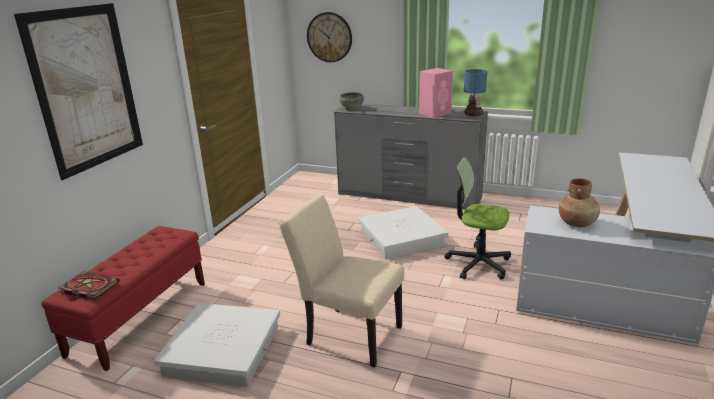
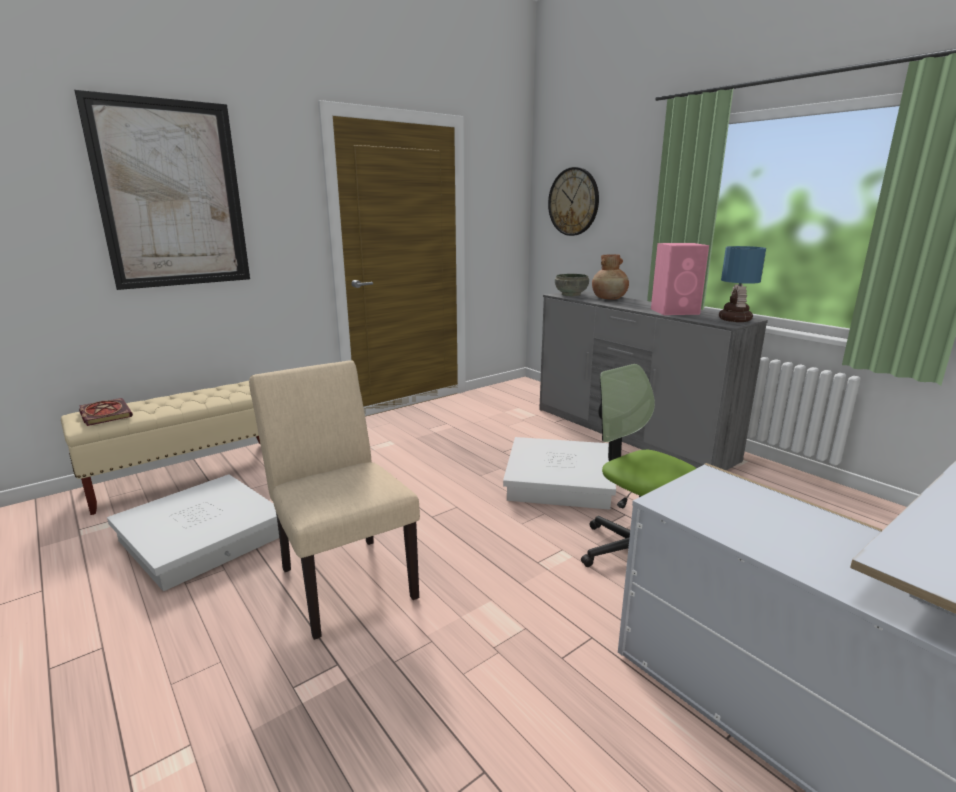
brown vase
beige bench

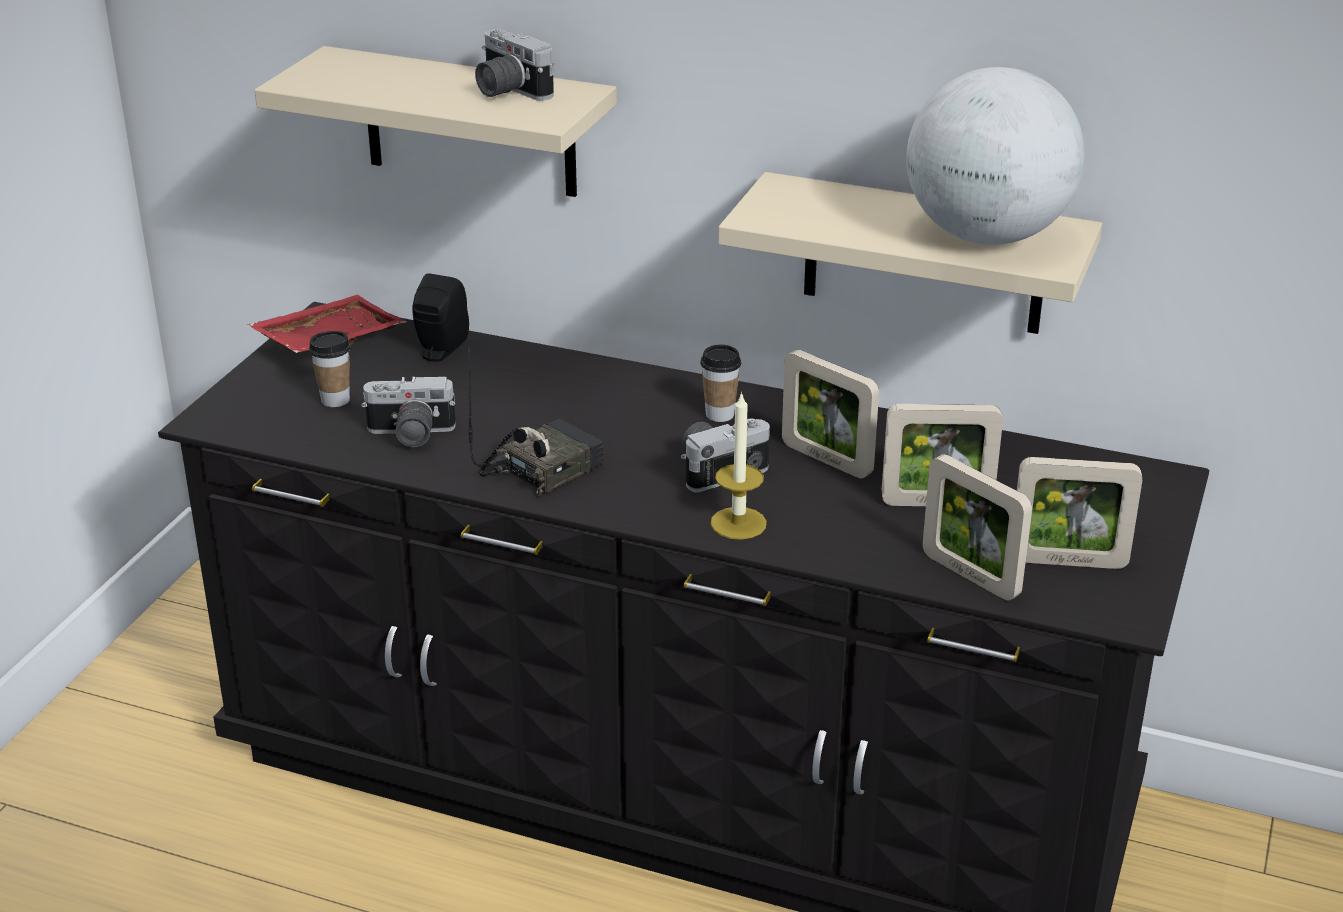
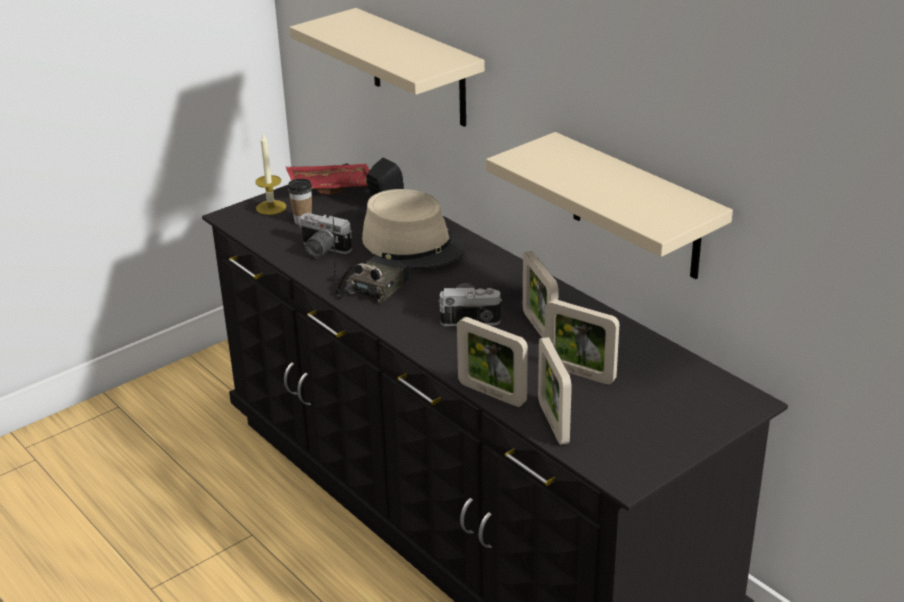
photo camera (no. 2 from left in the first image)
cup (no. 2 from left in the first image)
globe
beige hat
candle
picture frame (no. 1 from left)
radio

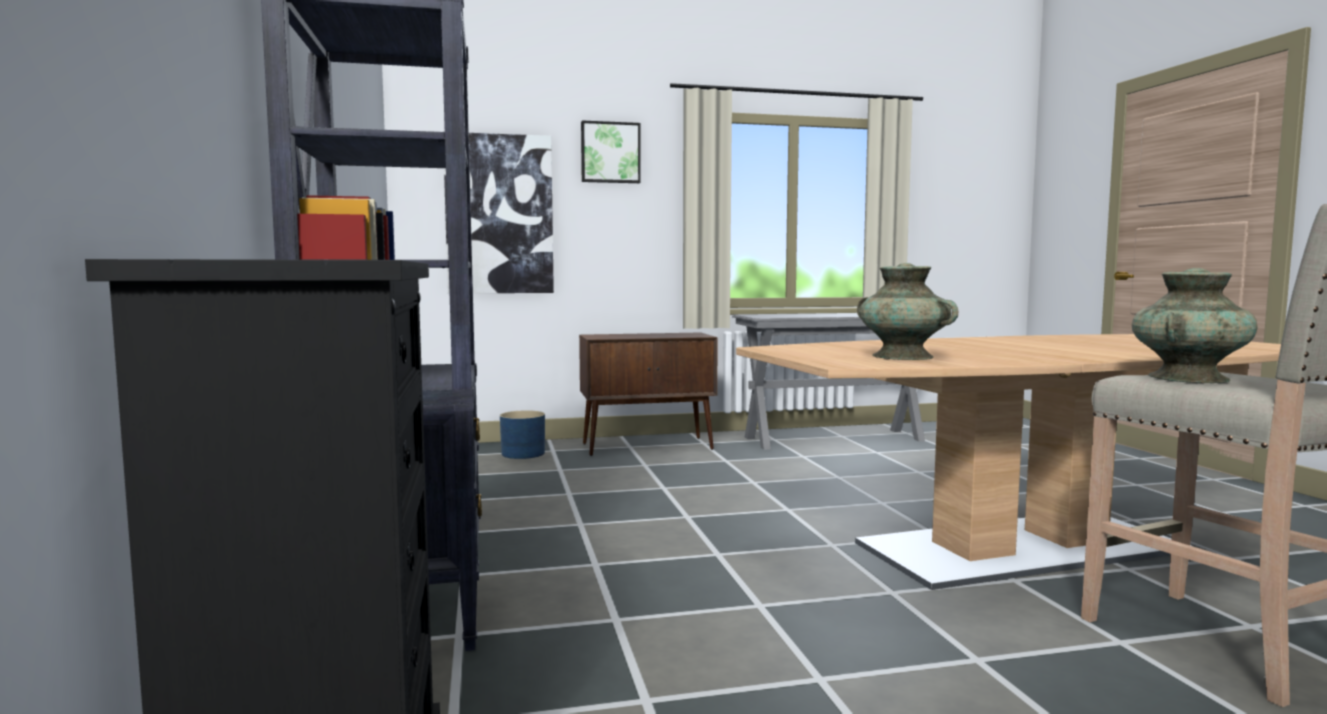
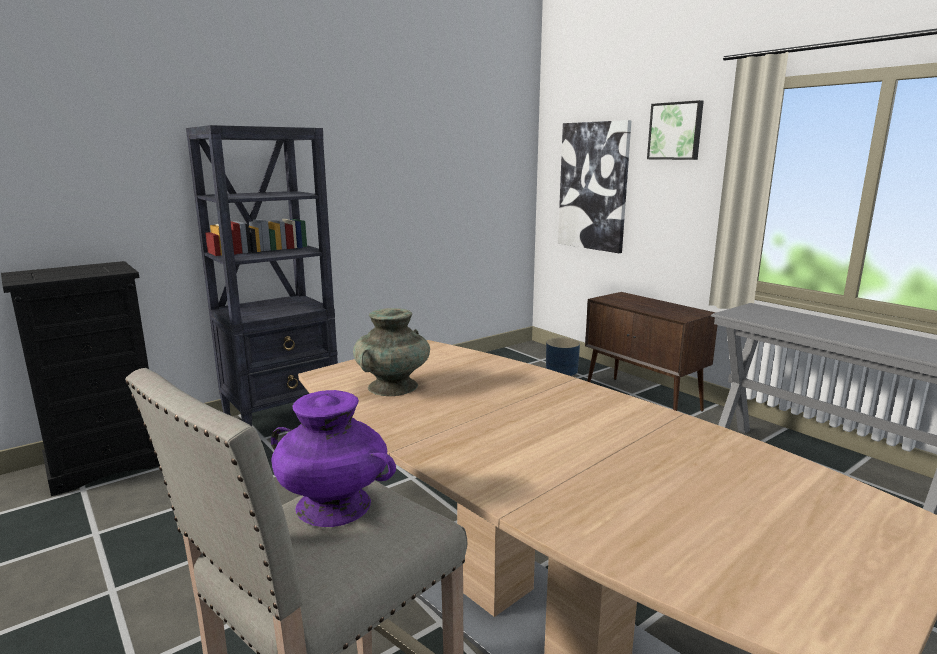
purple vase

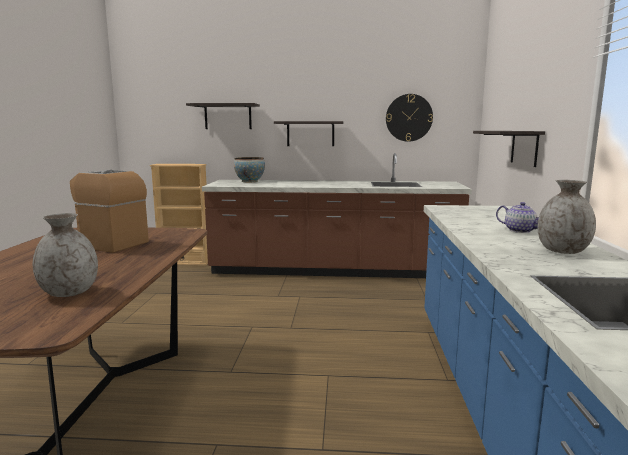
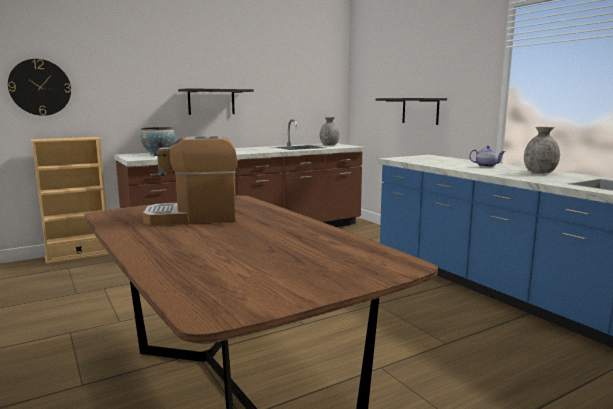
shelf (no. 1 from left in the first image)
grey vase (no. 1 from left)
wall clock

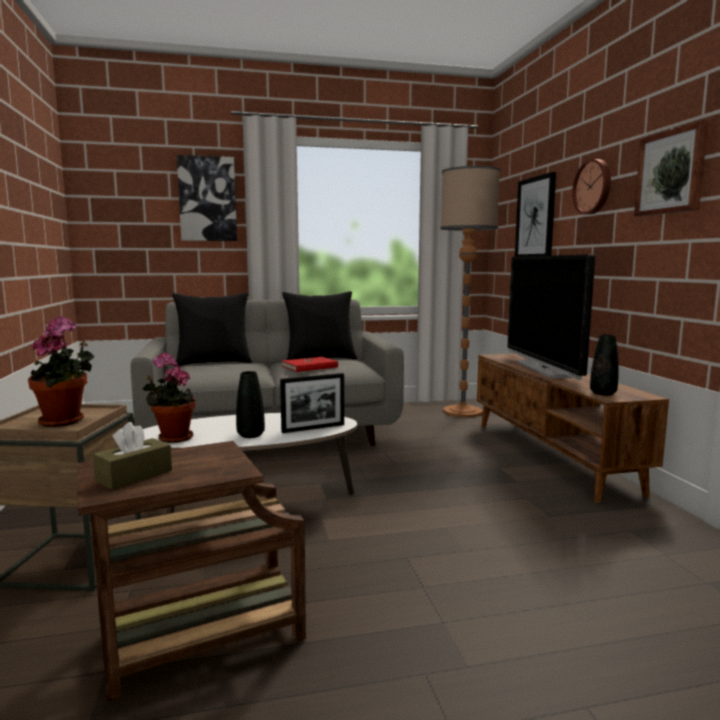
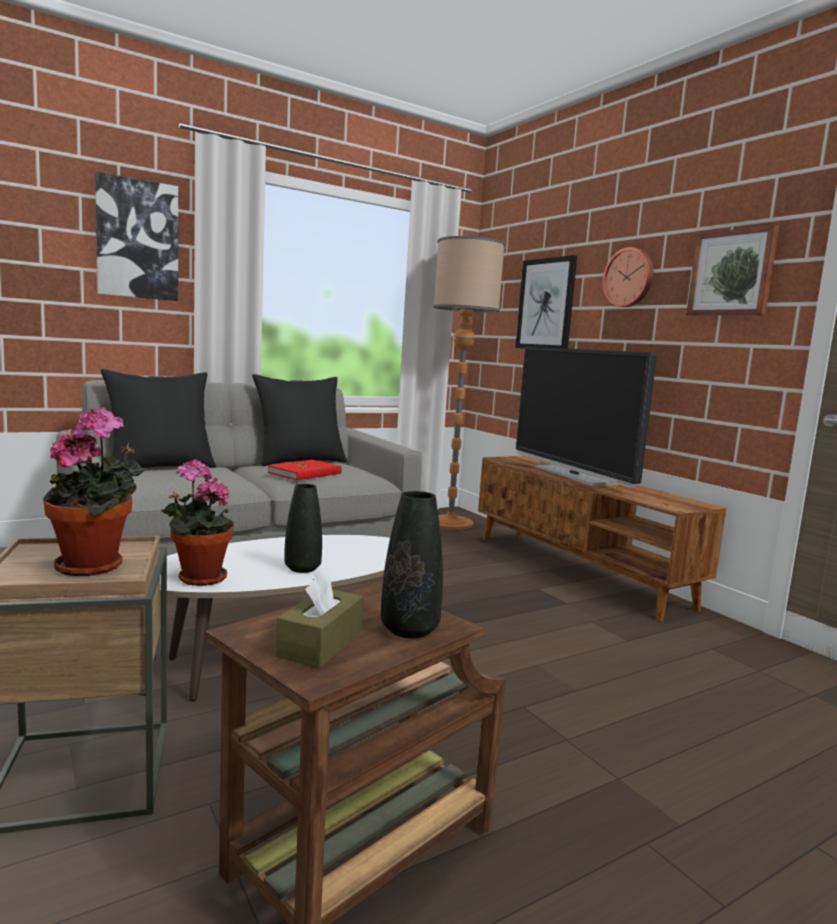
picture frame
black vase (no. 2 from left)

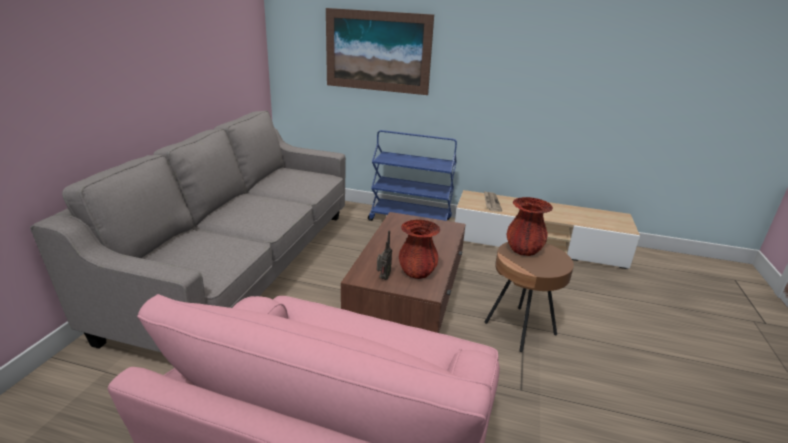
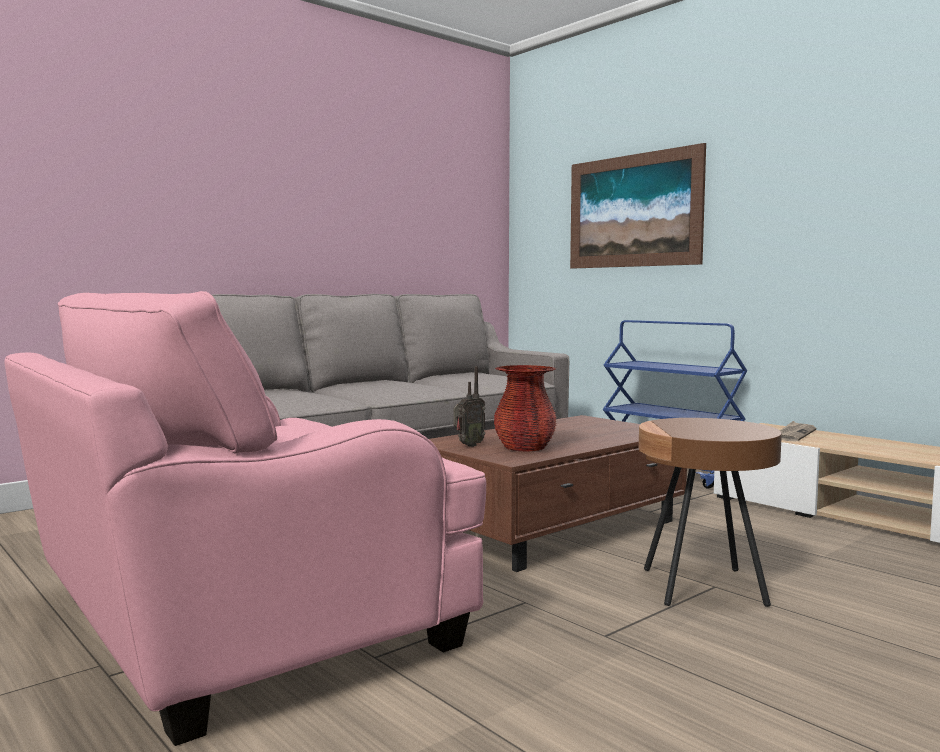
red vase (no. 2 from left in the first image)

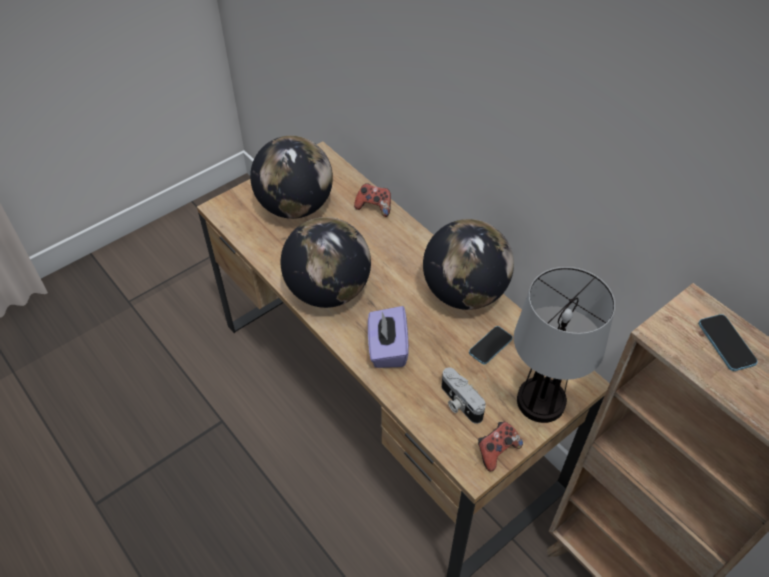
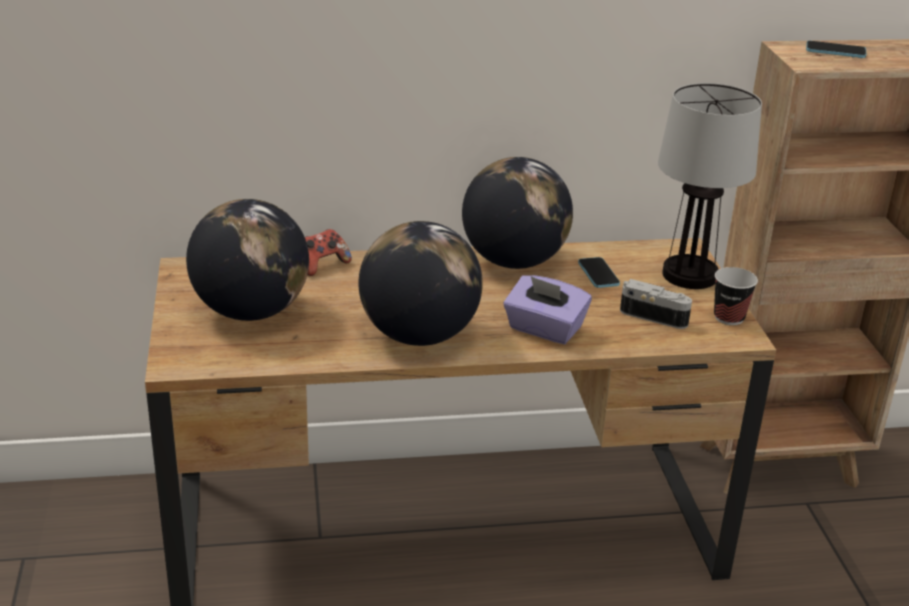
cup
photo camera

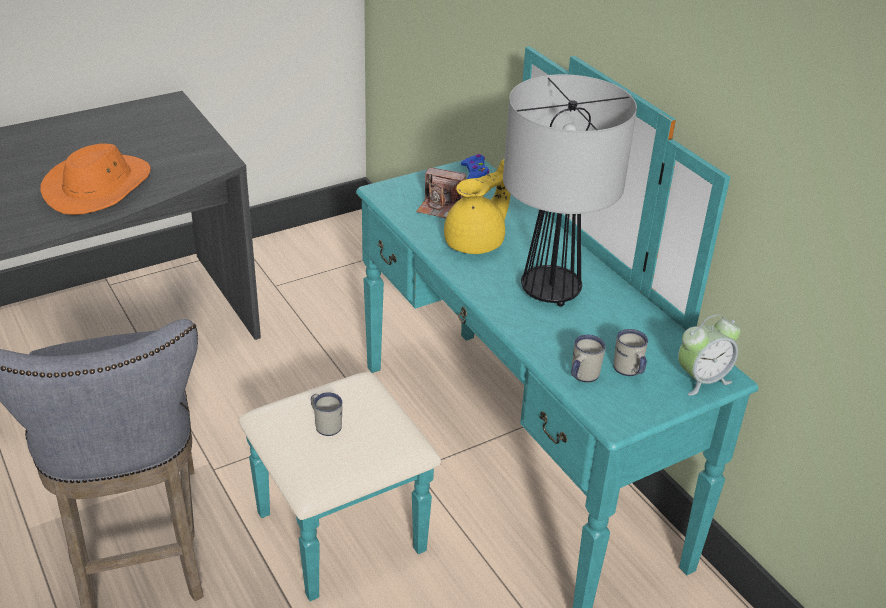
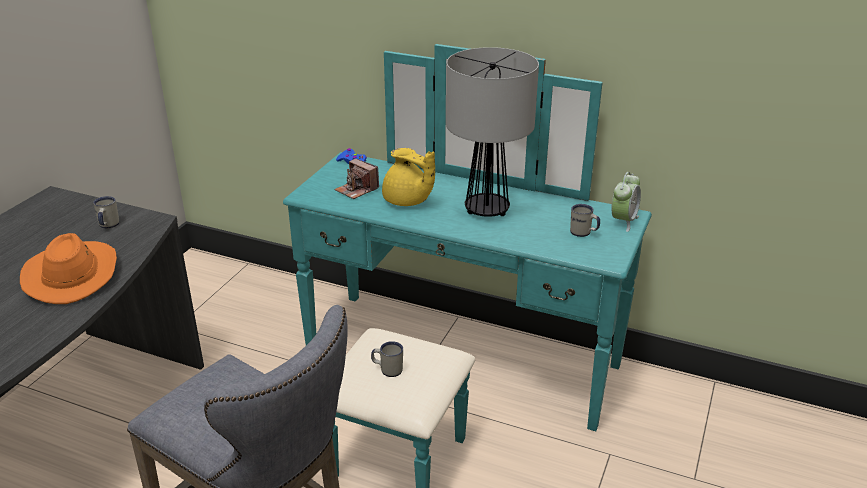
white mug (no. 1 from left)
photo camera
yellow teapot

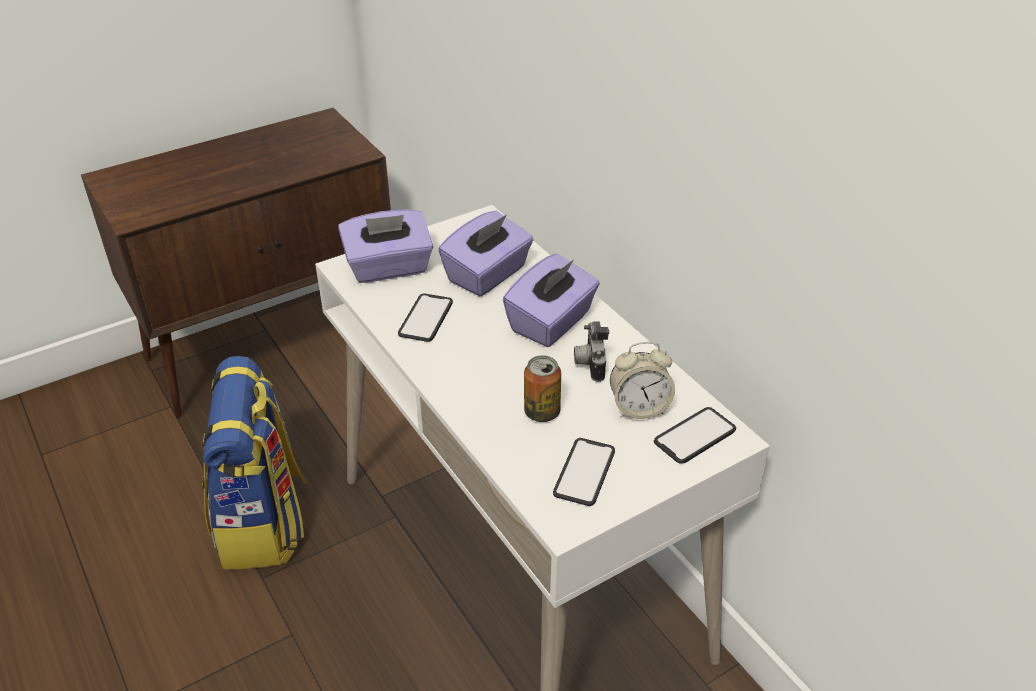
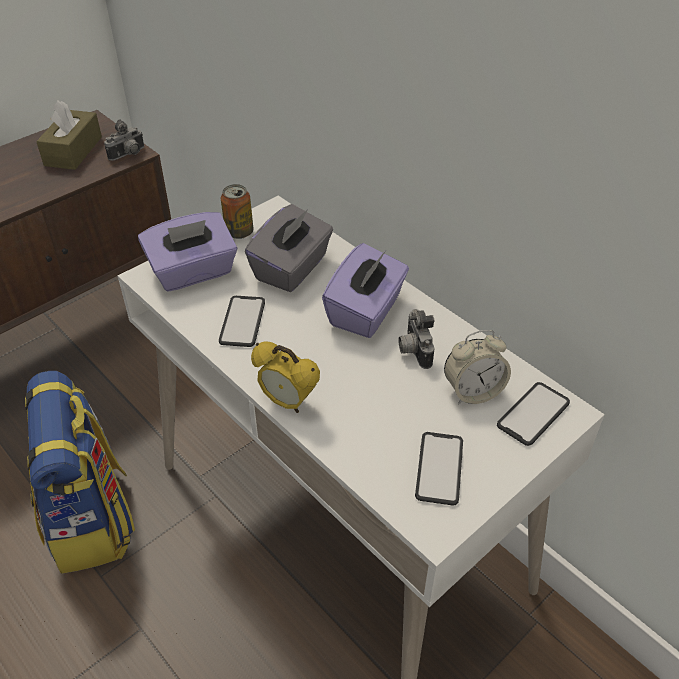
brown tissue box
photo camera (no. 1 from left)
alarm clock (no. 1 from left)
can
grey tissue box

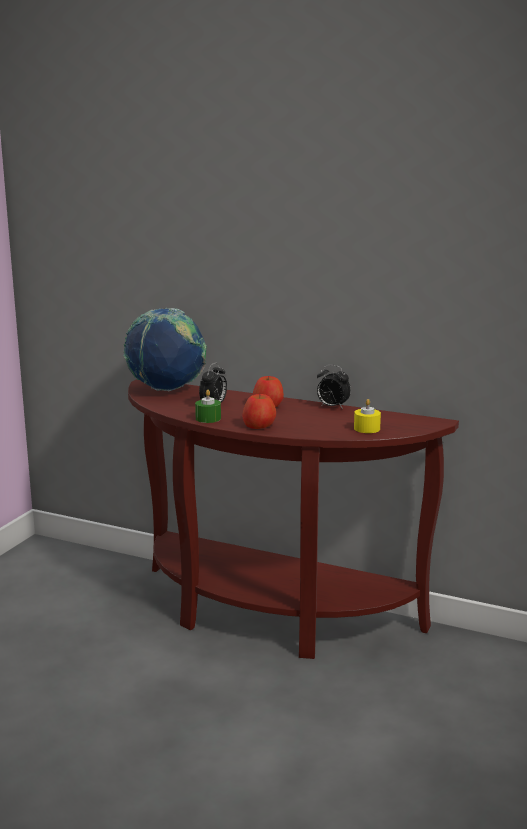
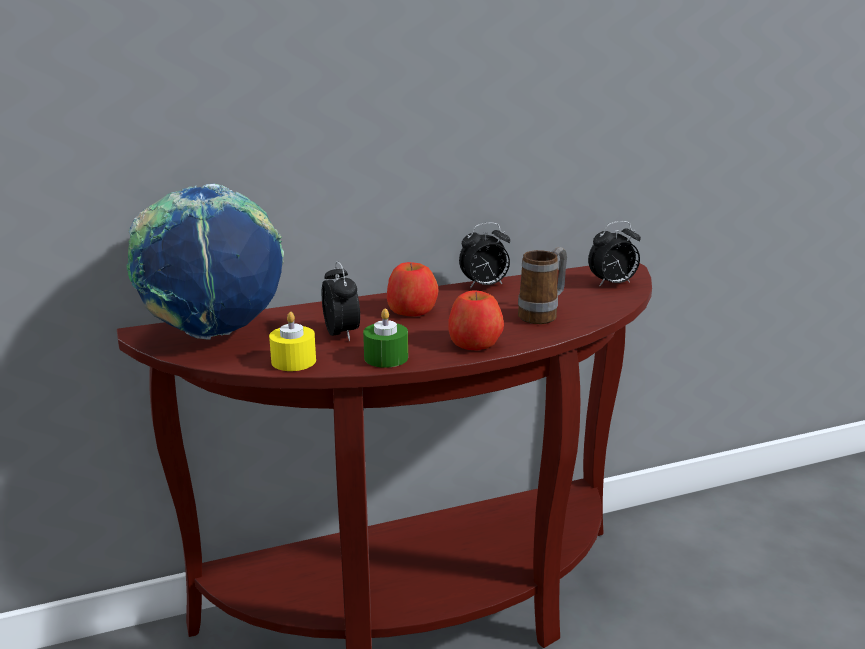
mug
alarm clock (no. 3 from left)
yellow candle

